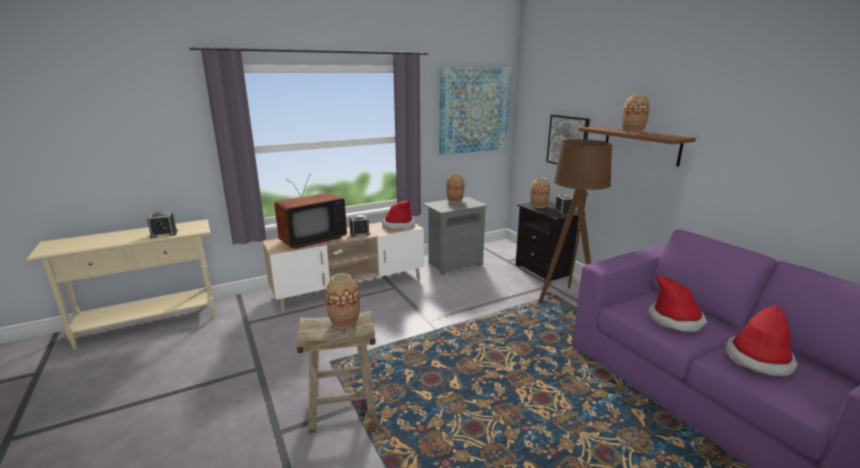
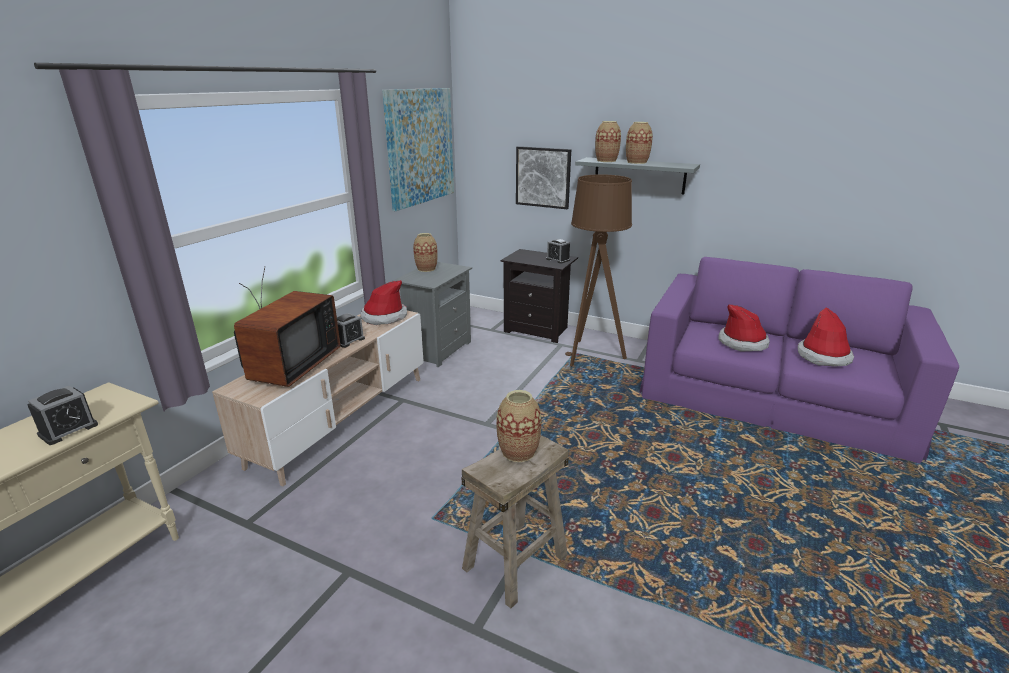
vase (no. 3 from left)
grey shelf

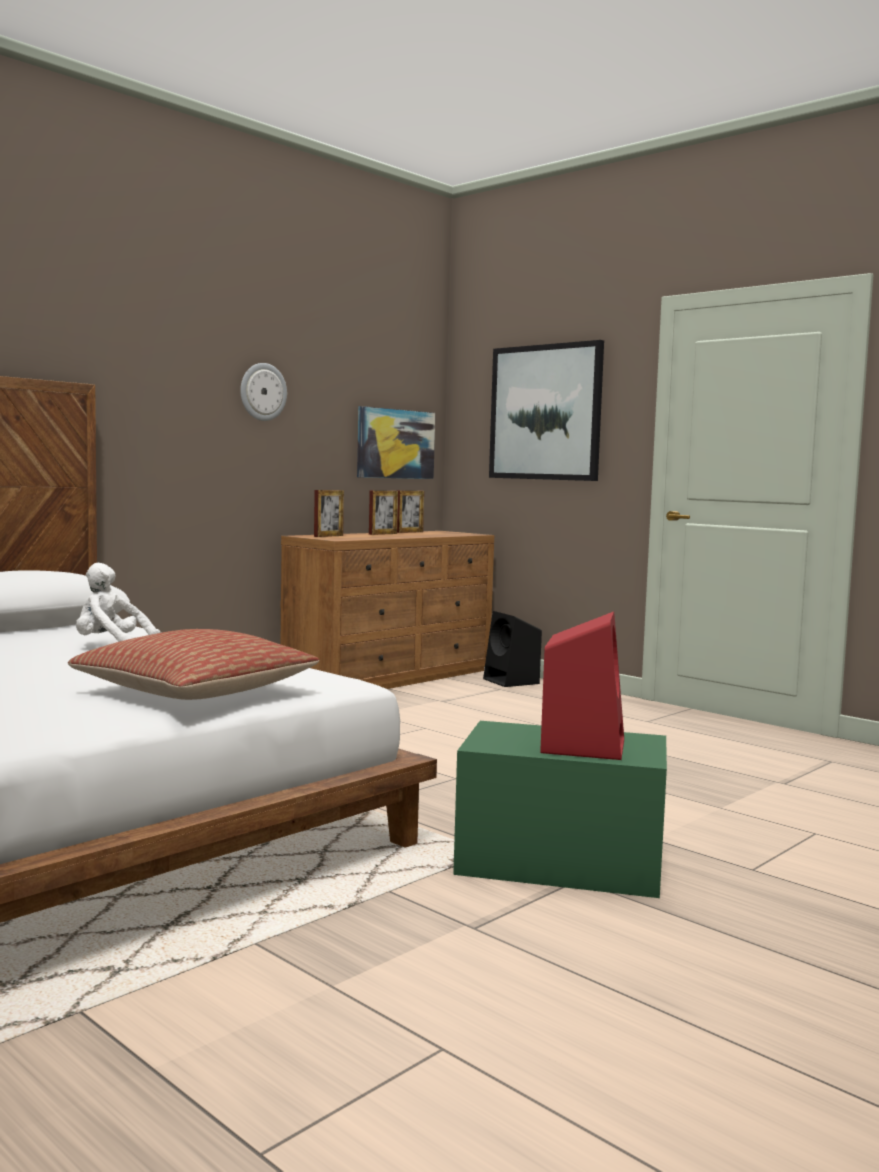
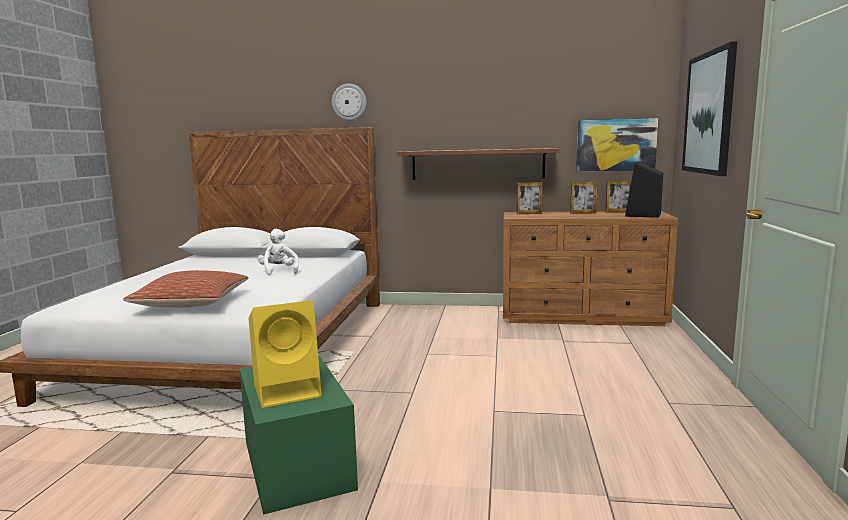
shelf
wall clock
black speaker
yellow speaker

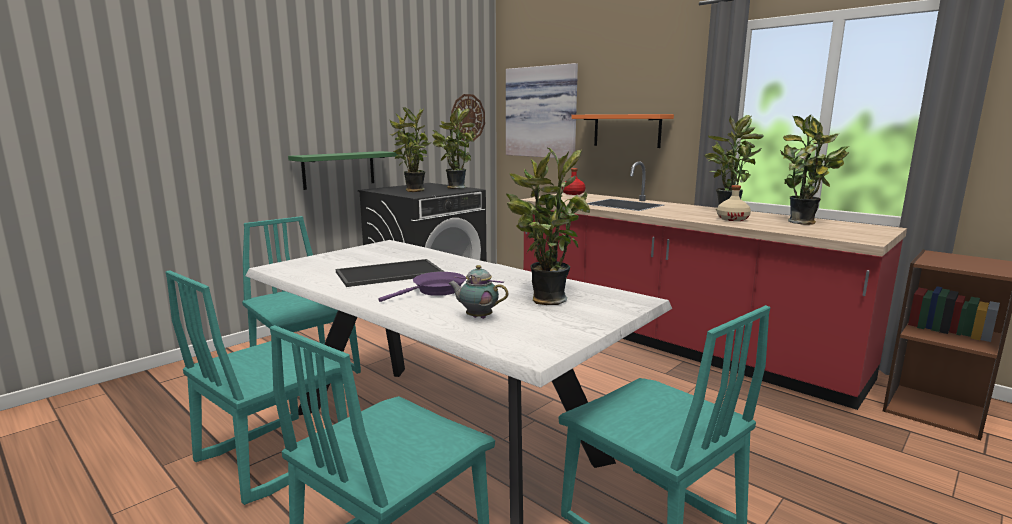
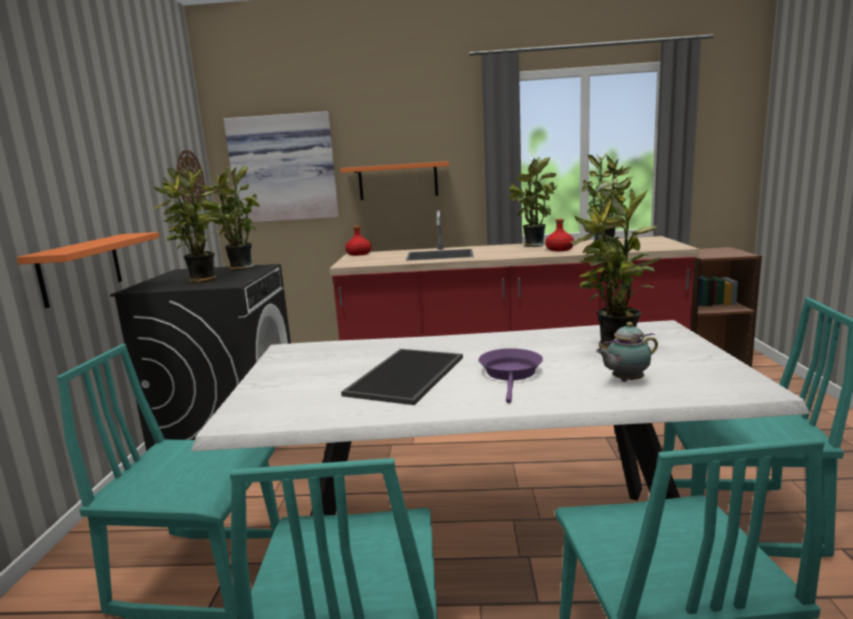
orange shelf (no. 1 from left)
red bottle (no. 2 from left)

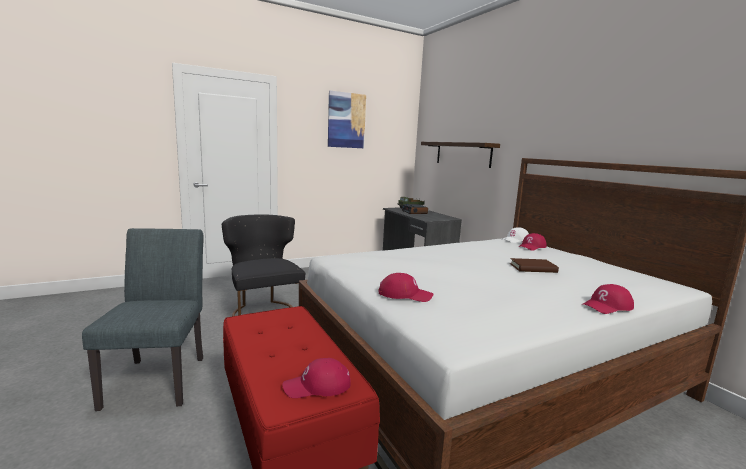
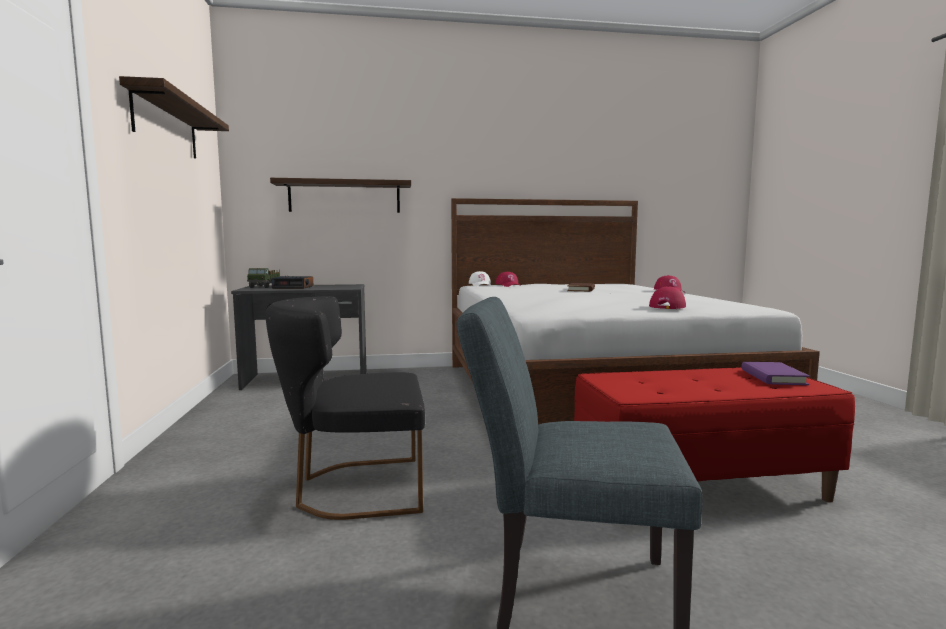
purple book
shelf (no. 1 from left)

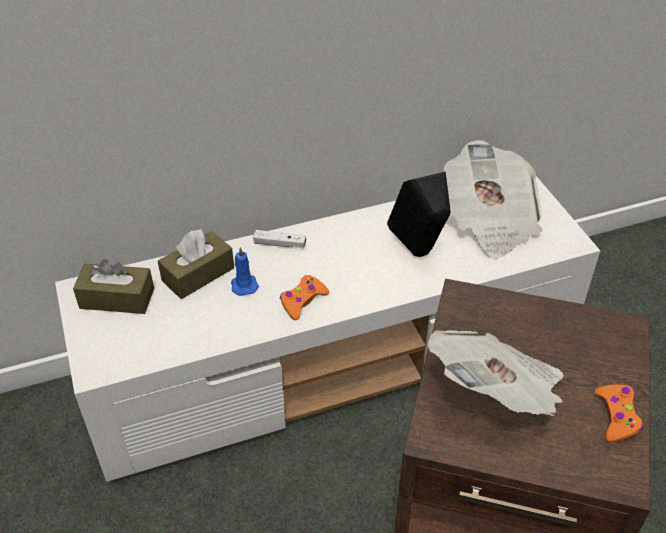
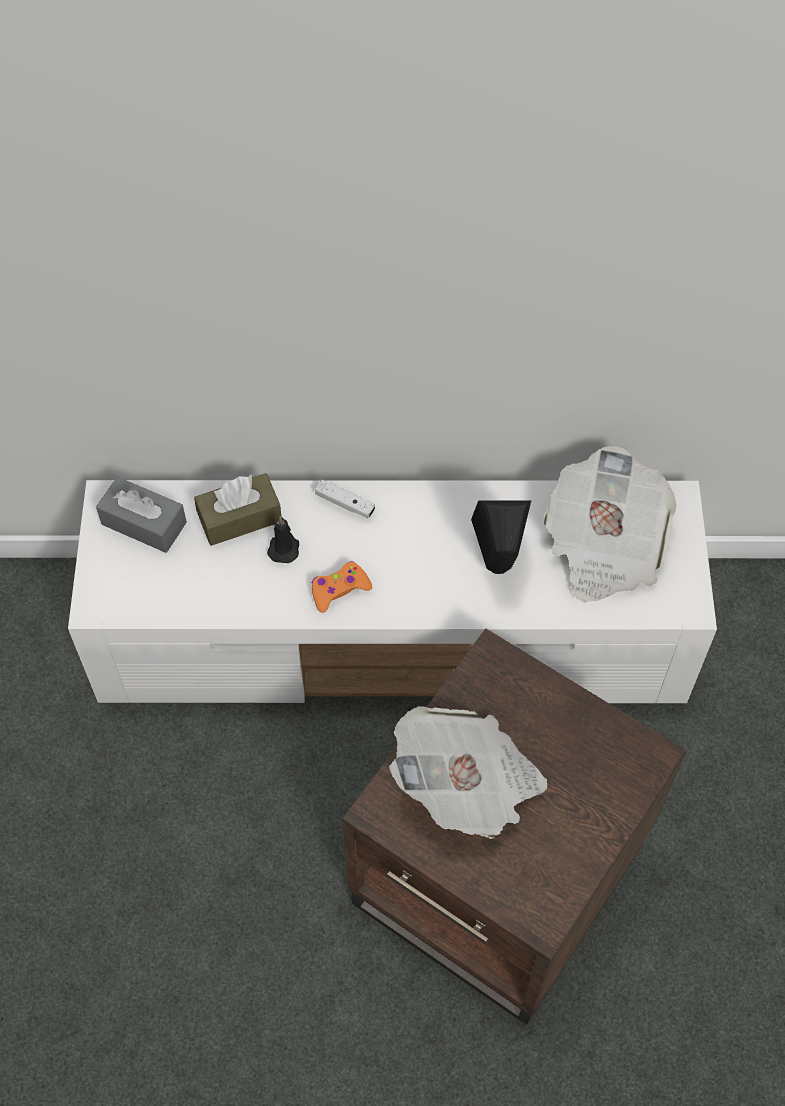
orange game controller (no. 2 from left in the first image)
grey tissue box
black candle

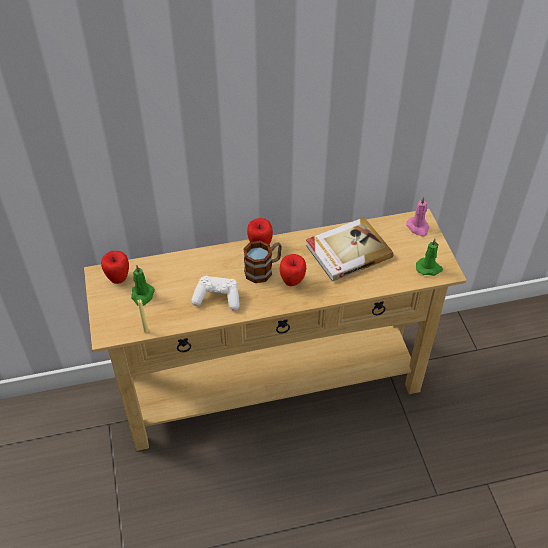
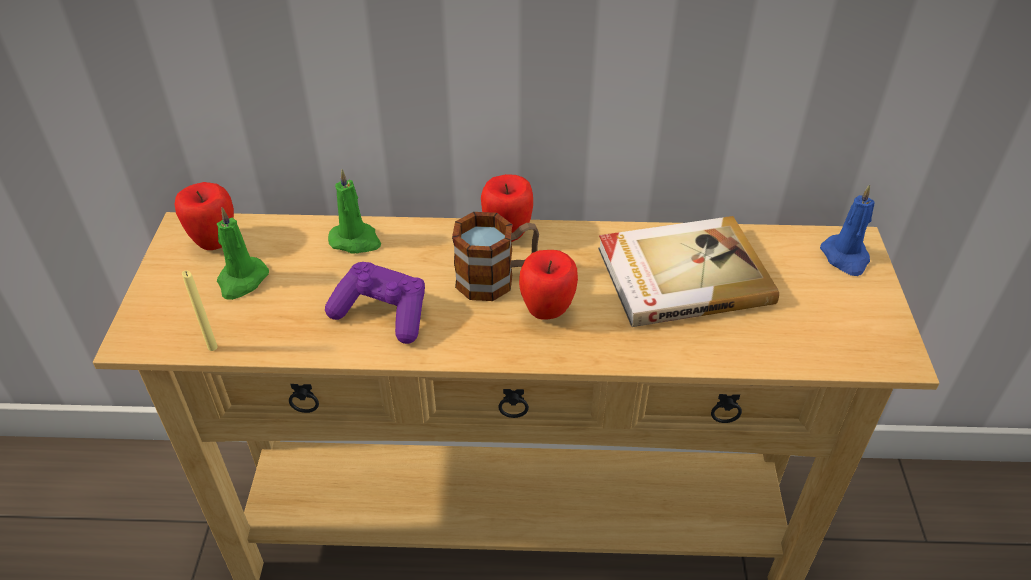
green candle (no. 2 from left)
purple game controller
blue candle

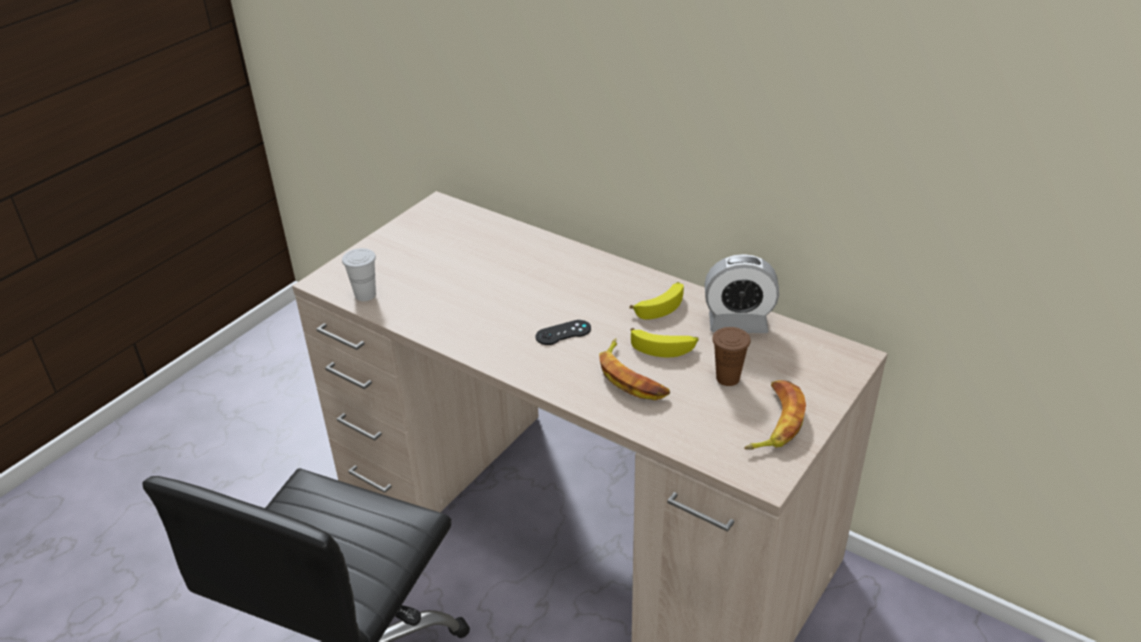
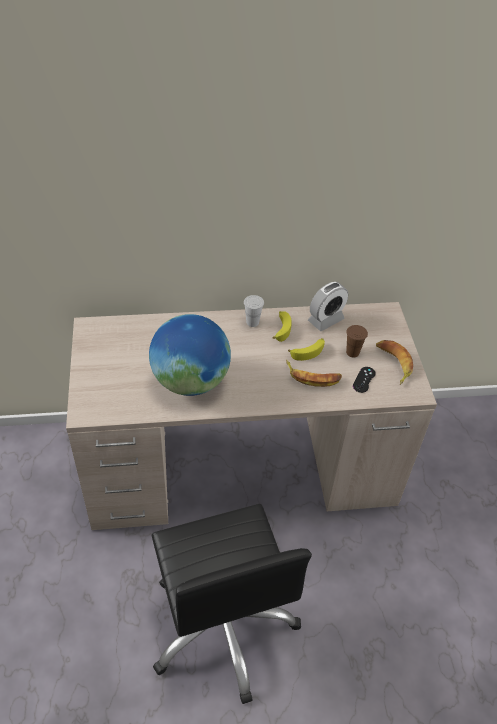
globe
white cup
black game controller

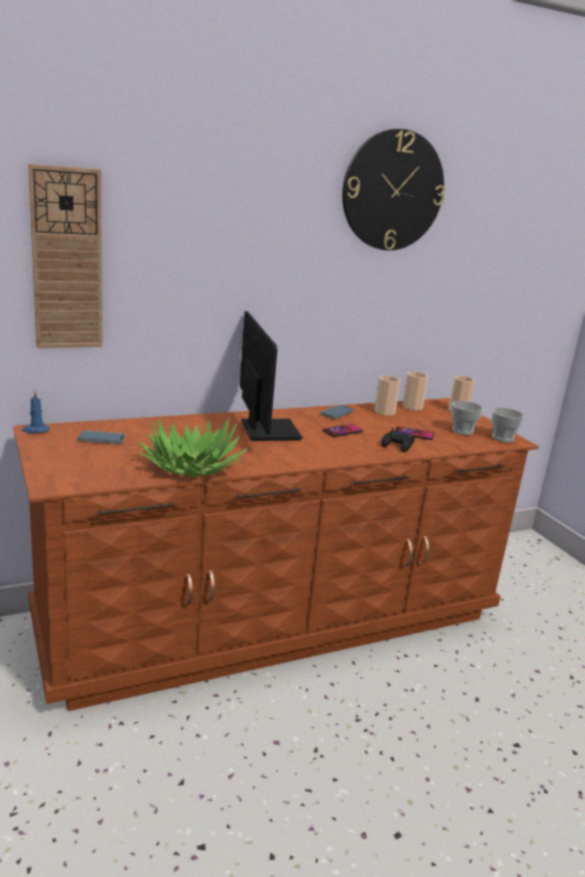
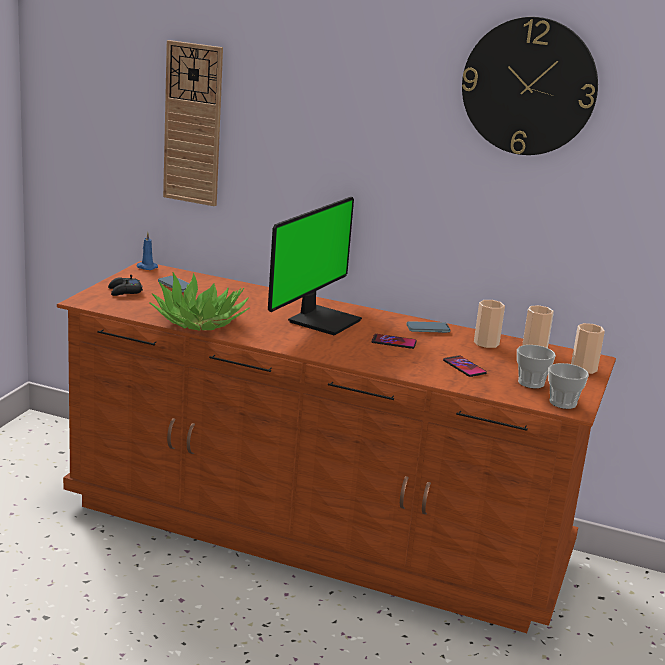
black game controller

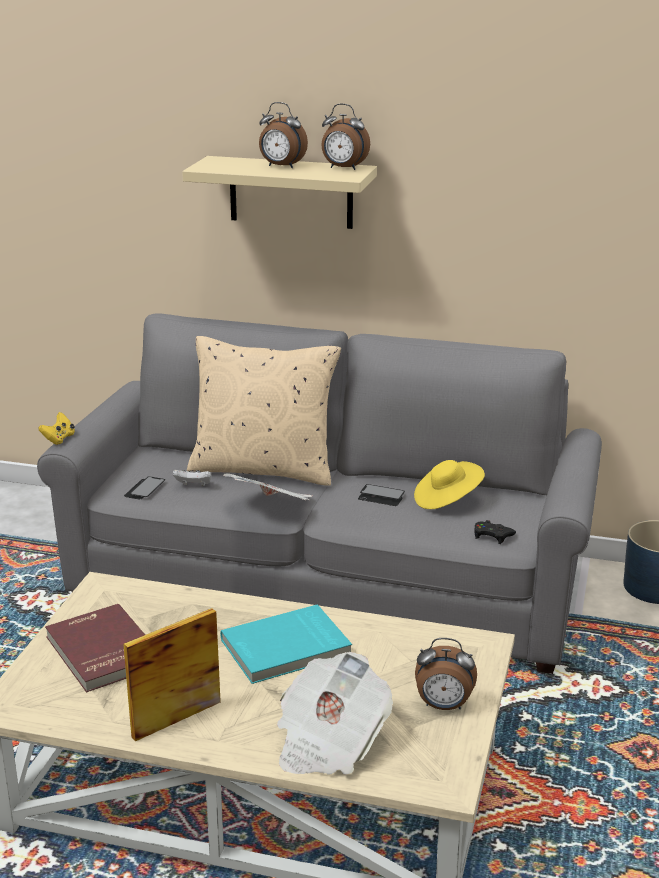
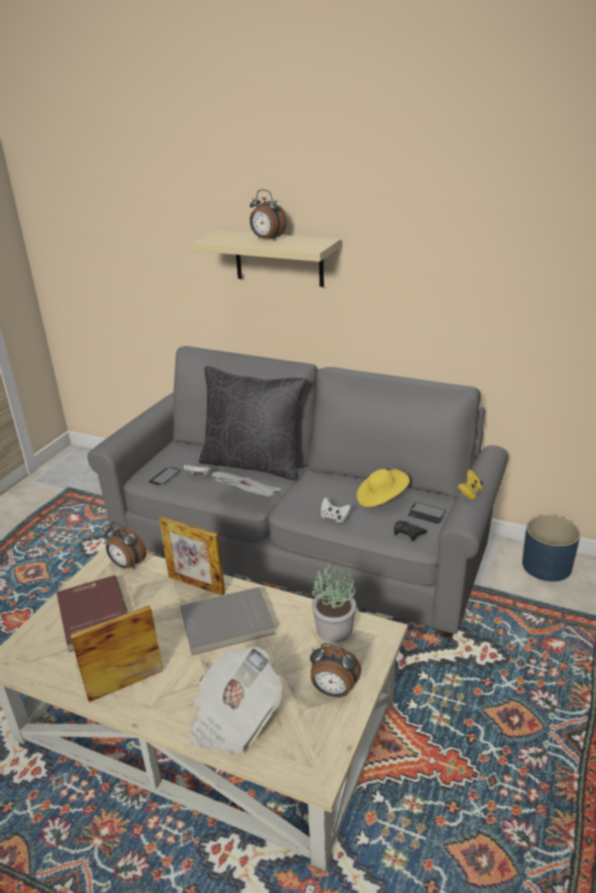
picture frame (no. 2 from left)
potted plant
white game controller (no. 2 from left)
yellow game controller
alarm clock (no. 1 from left)
phone (no. 2 from left)
black pillow
grey book

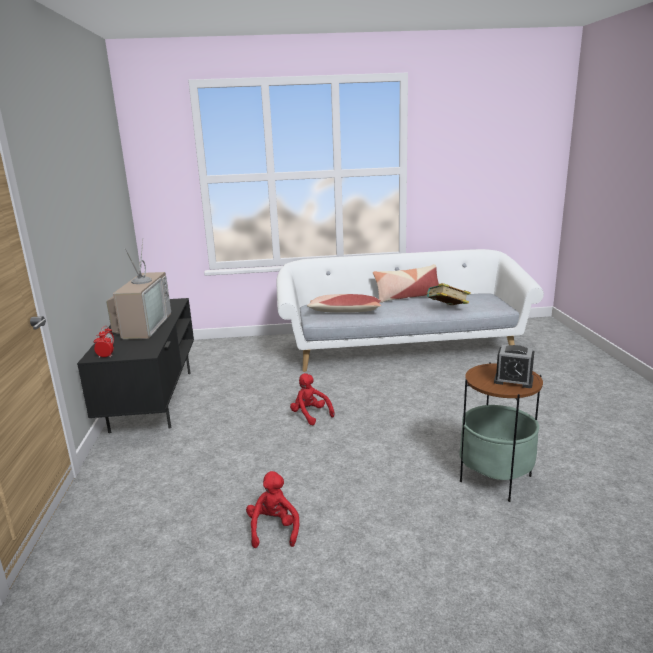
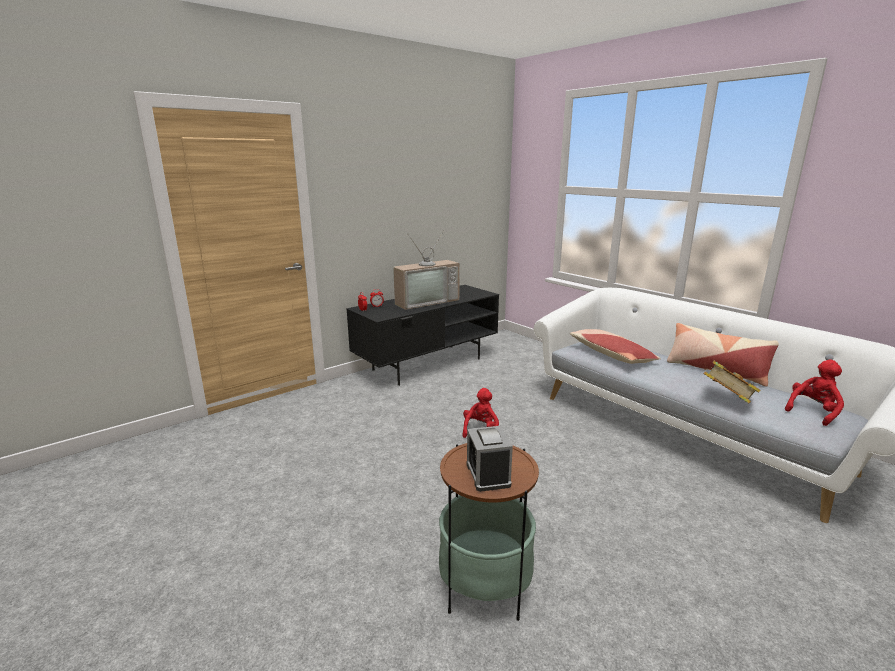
red plush toy (no. 2 from left)

